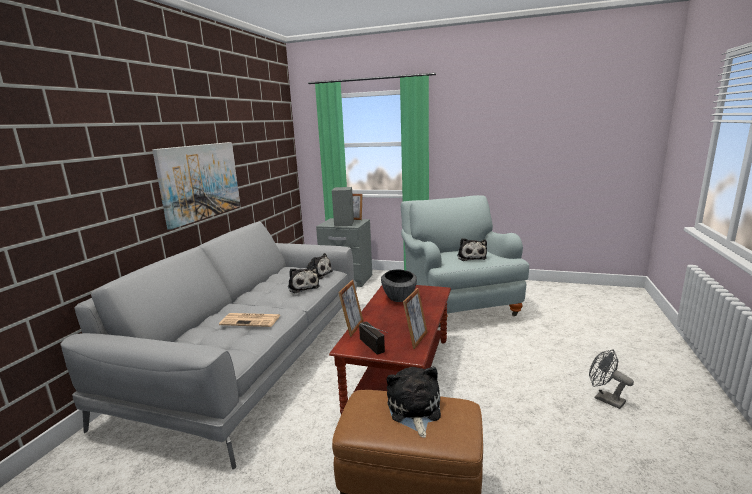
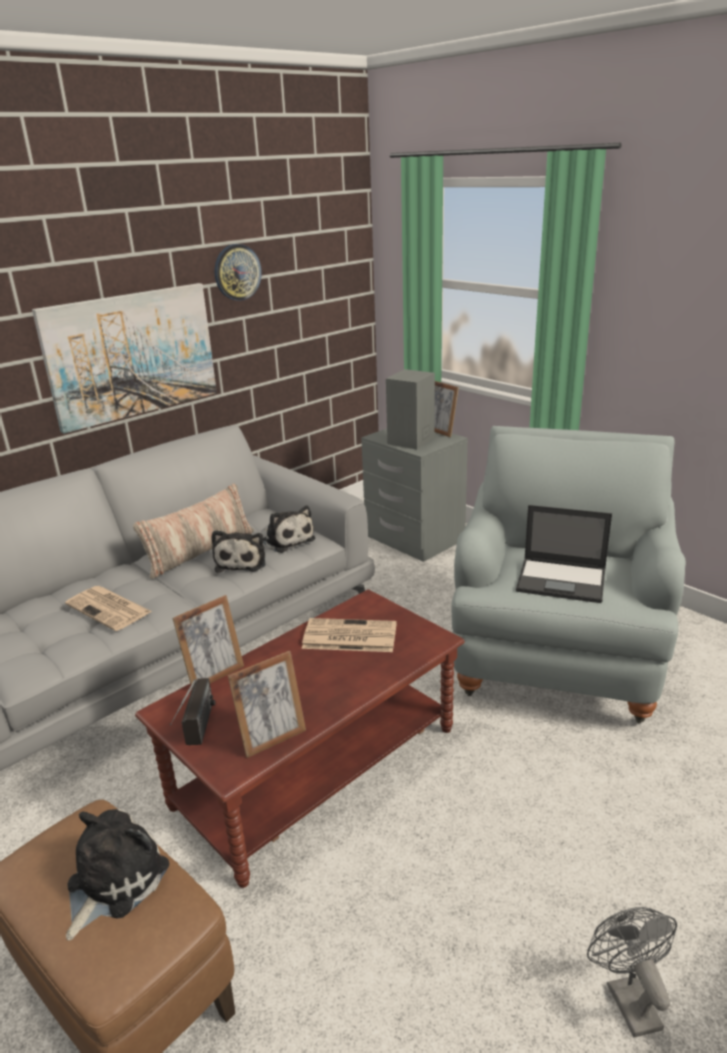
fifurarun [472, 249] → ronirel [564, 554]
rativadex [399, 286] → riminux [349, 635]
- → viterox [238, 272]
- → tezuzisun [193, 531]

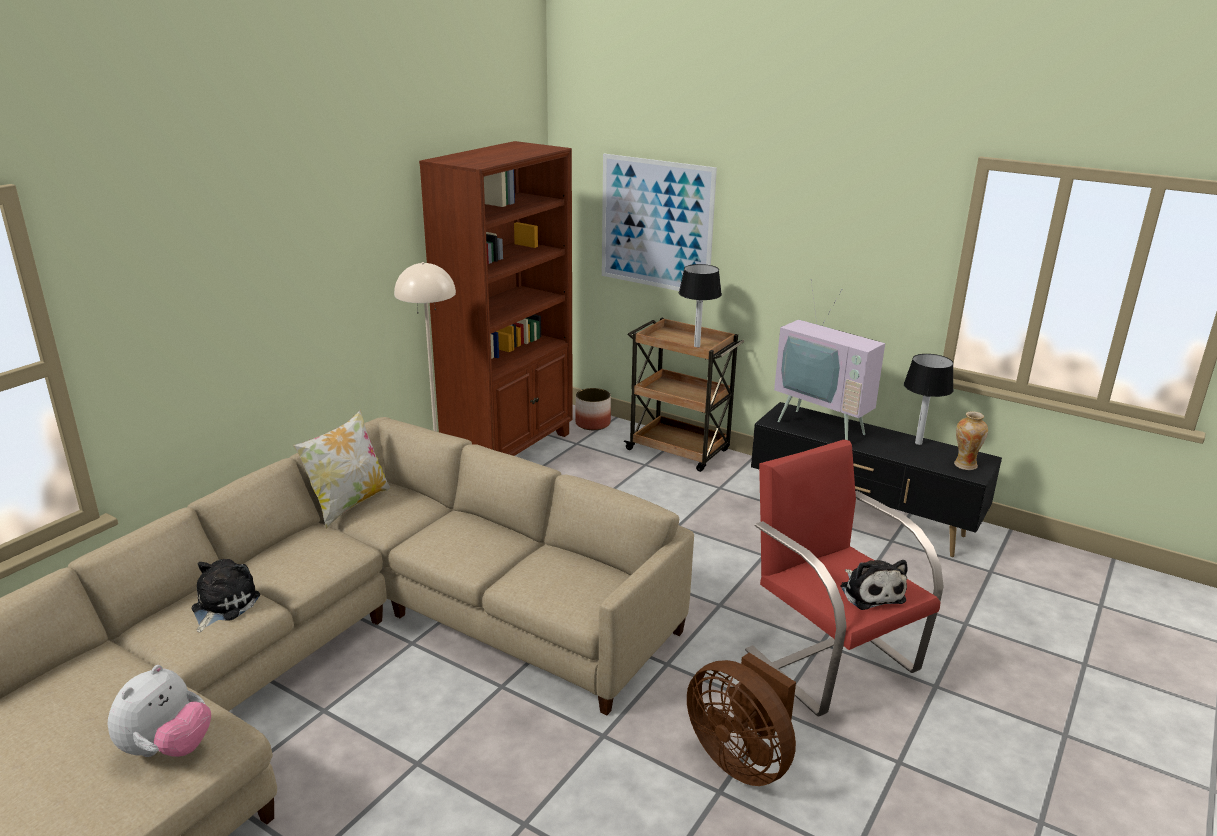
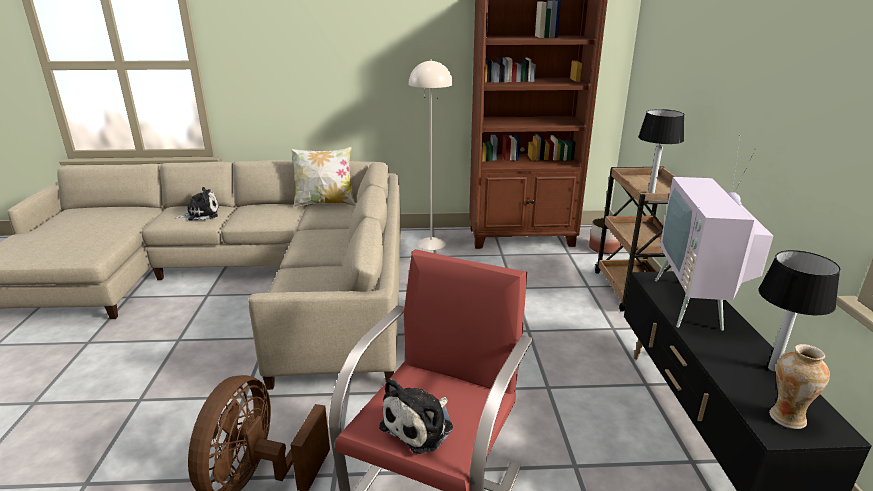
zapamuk [659, 222] → -
fifurarun [159, 711] → -

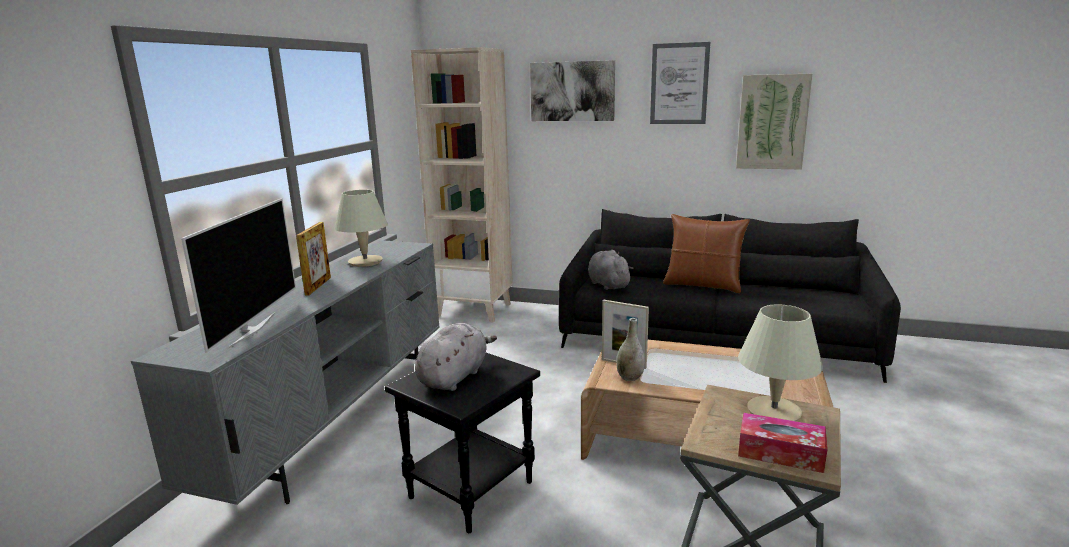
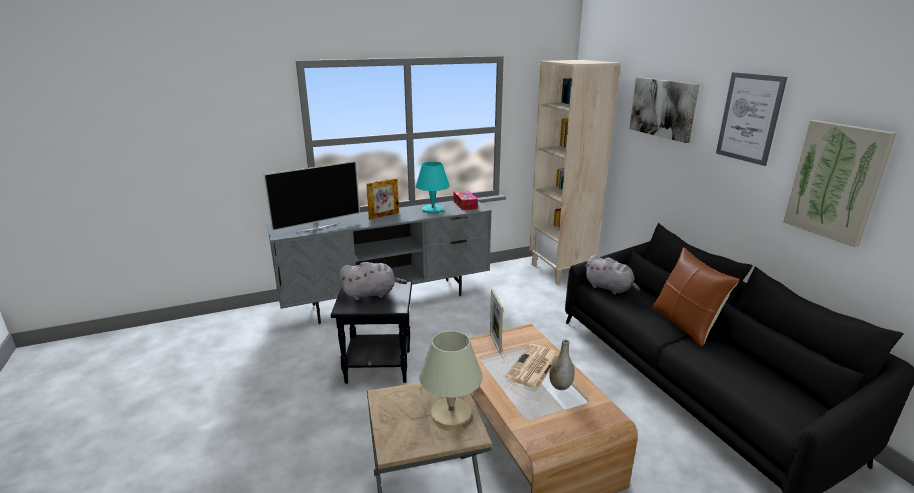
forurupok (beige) [361, 228] → forurupok (turquoise) [433, 187]
fifurarun (grey) [610, 270] → fifurarun (grey) [612, 274], 105 degrees clockwise
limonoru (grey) [630, 349] → limonoru (grey) [561, 364], relocated
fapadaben [783, 443] → fapadaben [466, 200], relocated
- → riminux [532, 366]

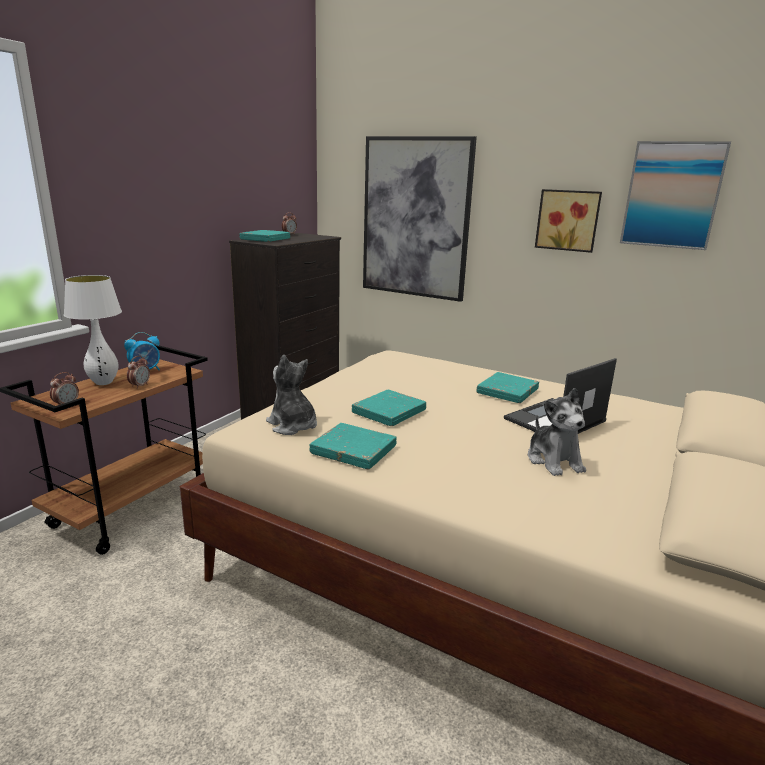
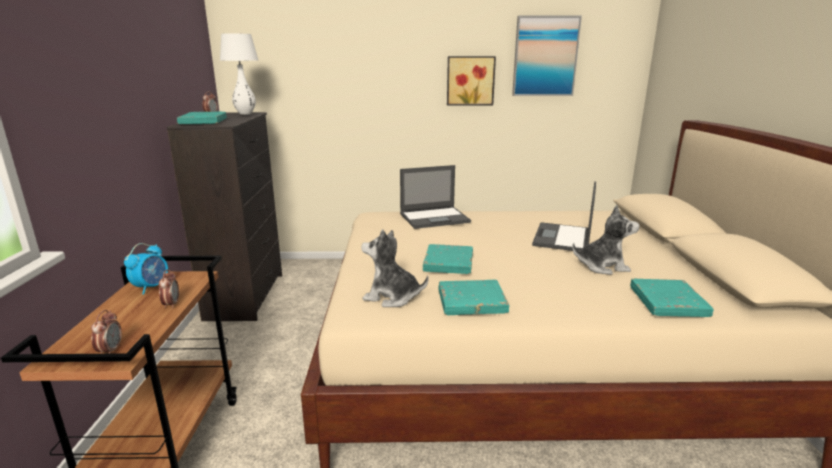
zapamuk [420, 219] → -
forurupok (white) [93, 330] → forurupok (white) [239, 74], relocated
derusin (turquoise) [507, 387] → derusin (turquoise) [672, 298], relocated
fifurarun [556, 432] → fifurarun [605, 240], 45 degrees counterclockwise
- → ronirel [435, 197]

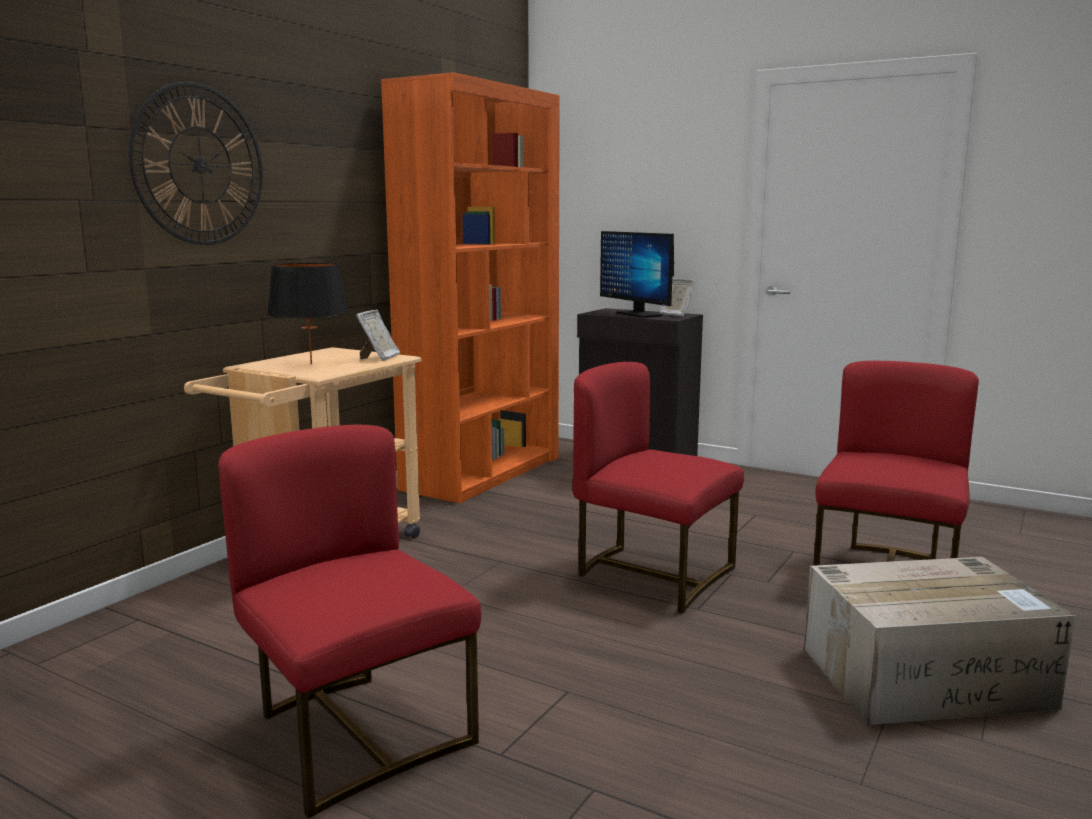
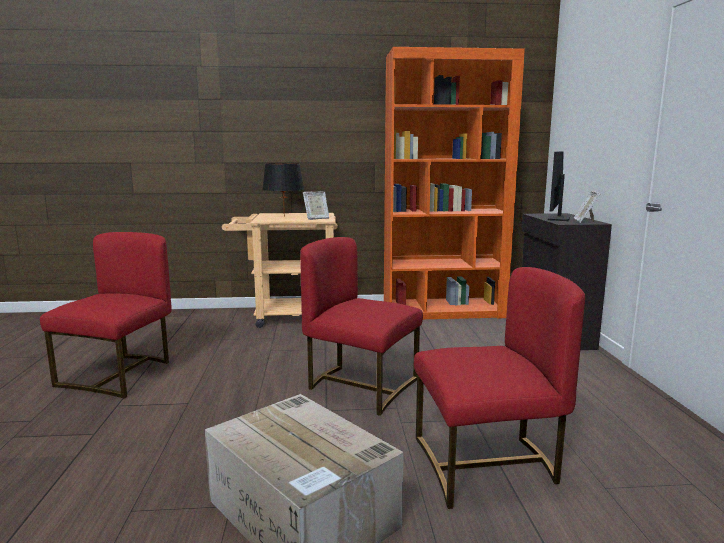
viterox [195, 163] → -
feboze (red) [658, 488] → feboze (red) [361, 326], 60 degrees counterclockwise

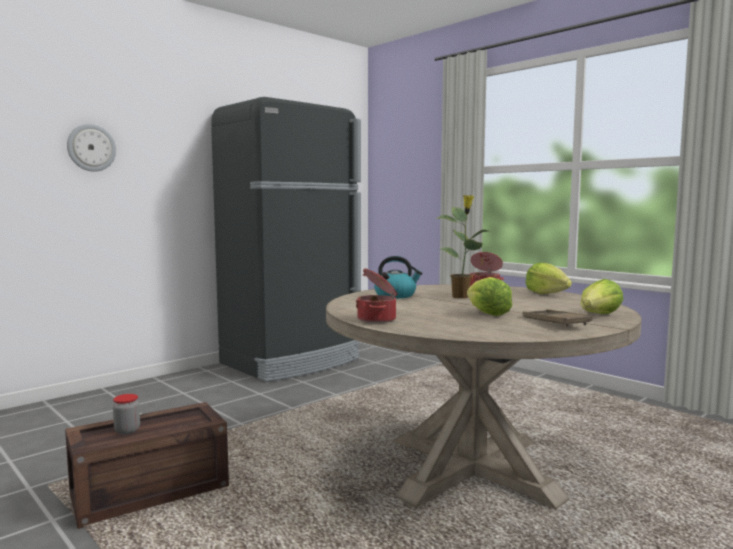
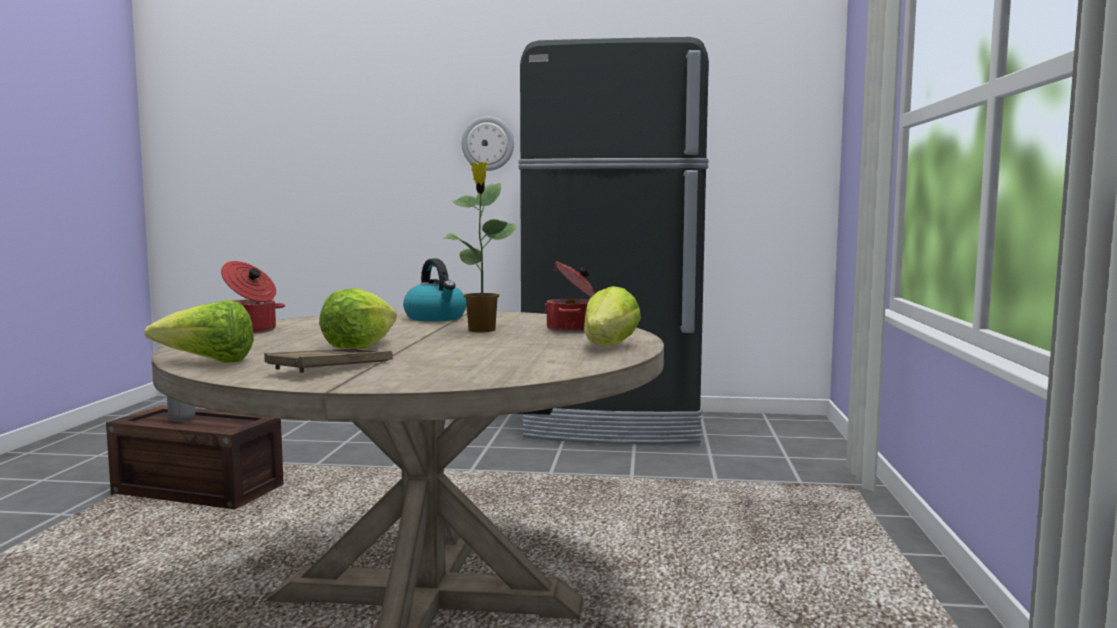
viterox [91, 148] → viterox [488, 143], relocated
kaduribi [602, 296] → kaduribi [199, 331], relocated

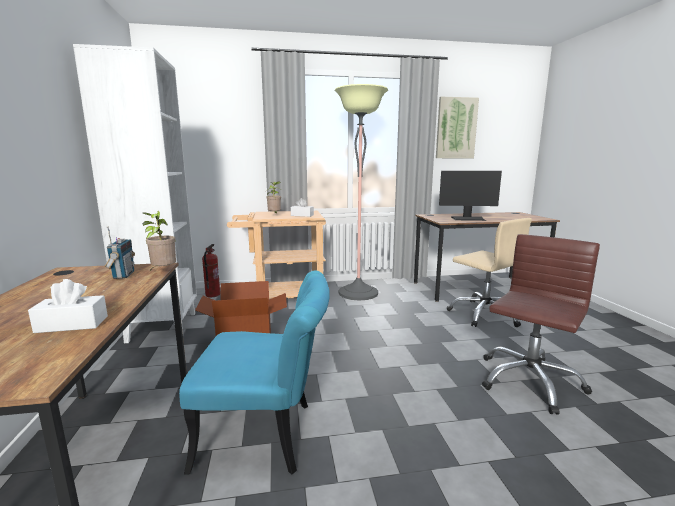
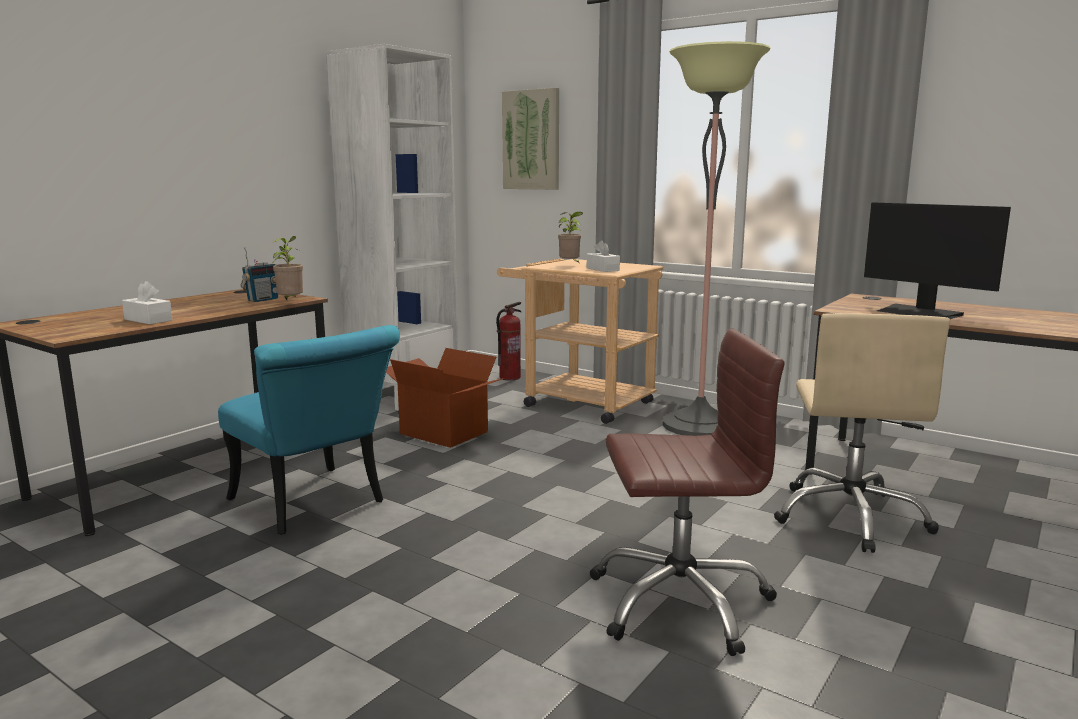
zapamuk [457, 127] → zapamuk [530, 139], relocated

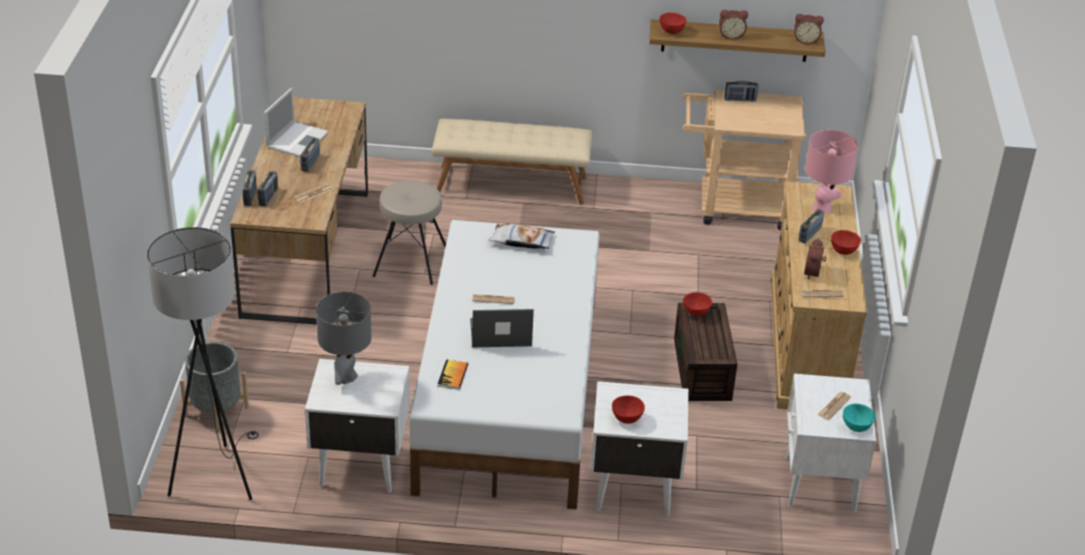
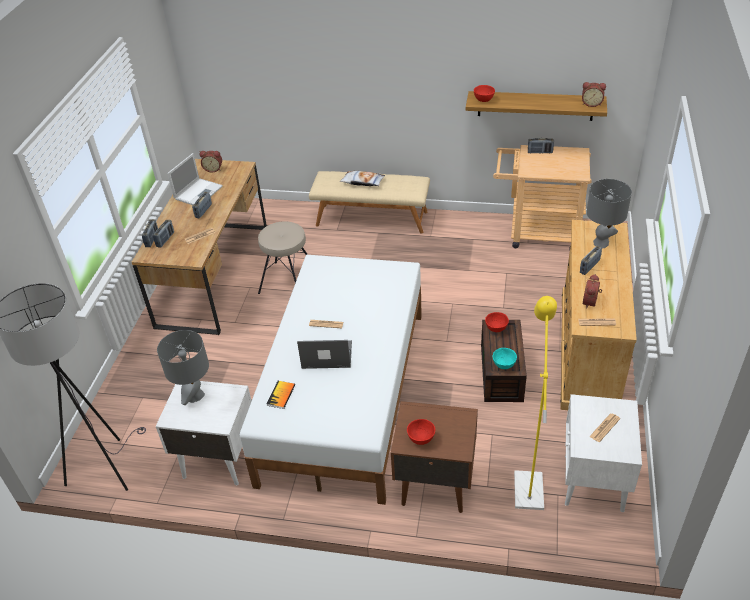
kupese [733, 25] → kupese [211, 161], relocated
forurupok (pink) [831, 172] → forurupok (grey) [609, 213]
tezuzisun [521, 236] → tezuzisun [362, 178], relocated
rativadex (red) [846, 242] → -
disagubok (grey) [214, 387] → -
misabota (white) [639, 448] → misabota (brown) [434, 457]
rativadex (turquoise) [859, 417] → rativadex (turquoise) [505, 358], relocated
- → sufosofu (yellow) [535, 403]

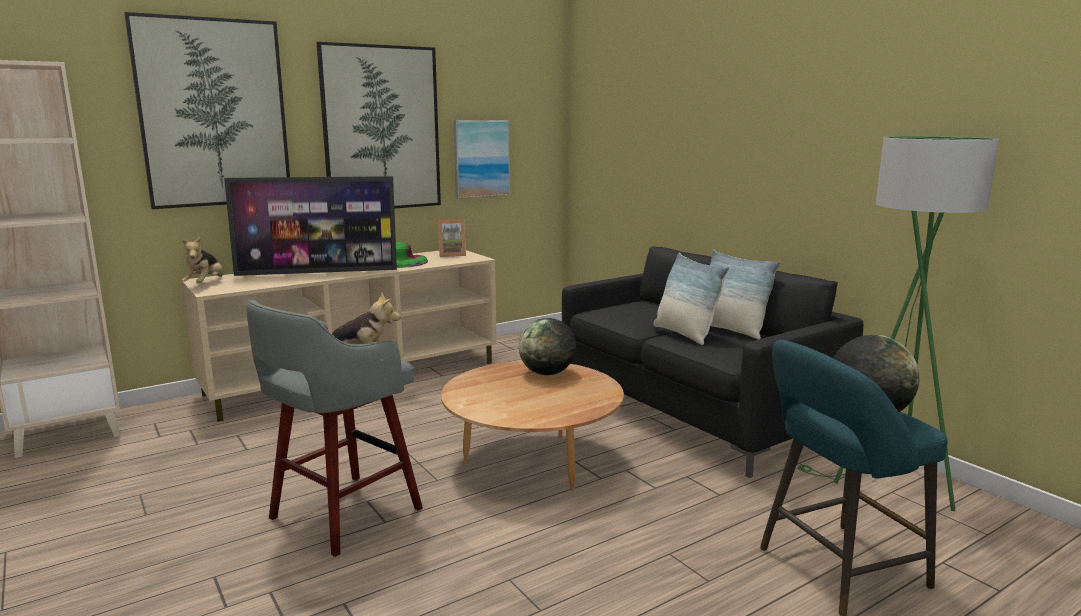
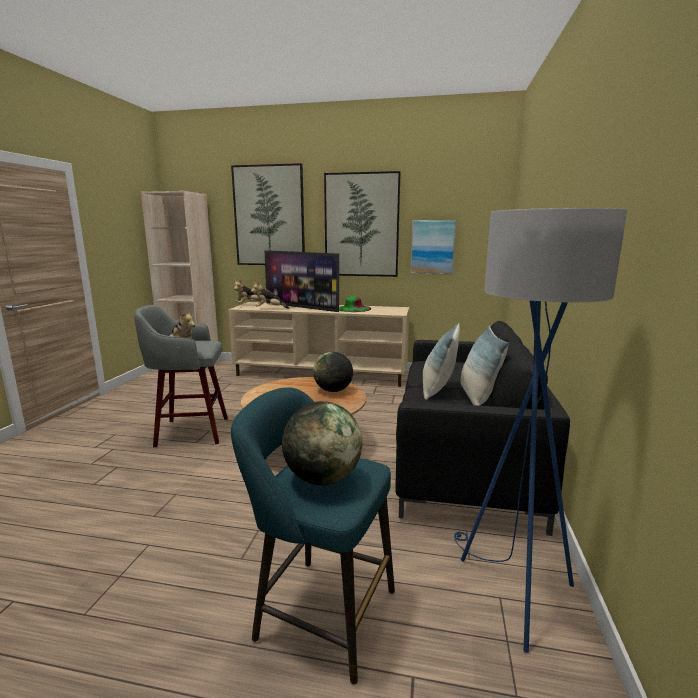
sufosofu (green) [898, 323] → sufosofu (blue) [540, 430]
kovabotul [452, 238] → -
- → fifurarun [270, 295]

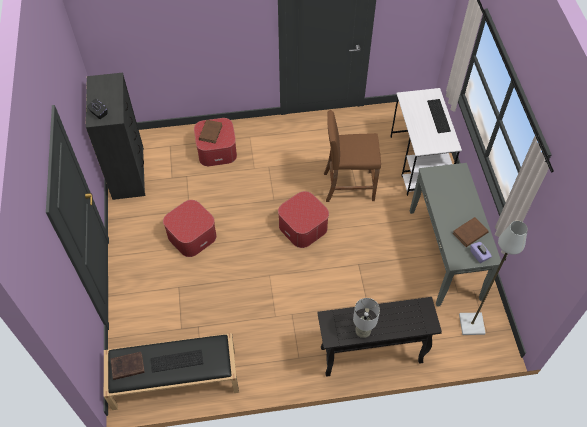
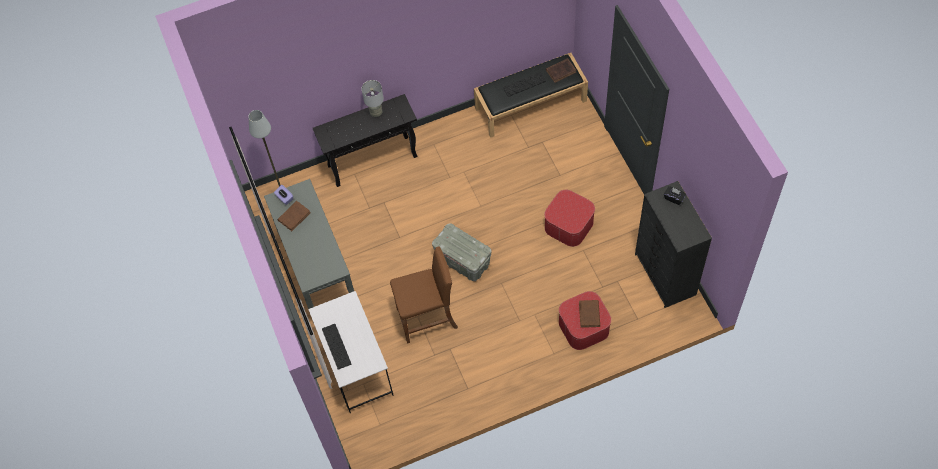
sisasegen [303, 219] → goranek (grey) [462, 252]

